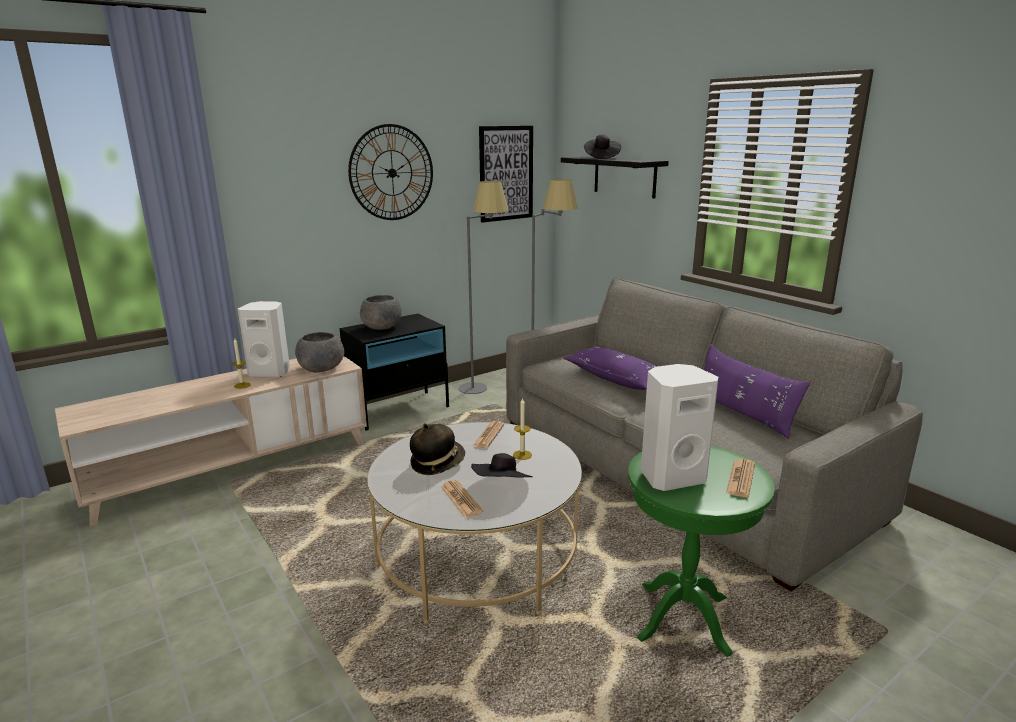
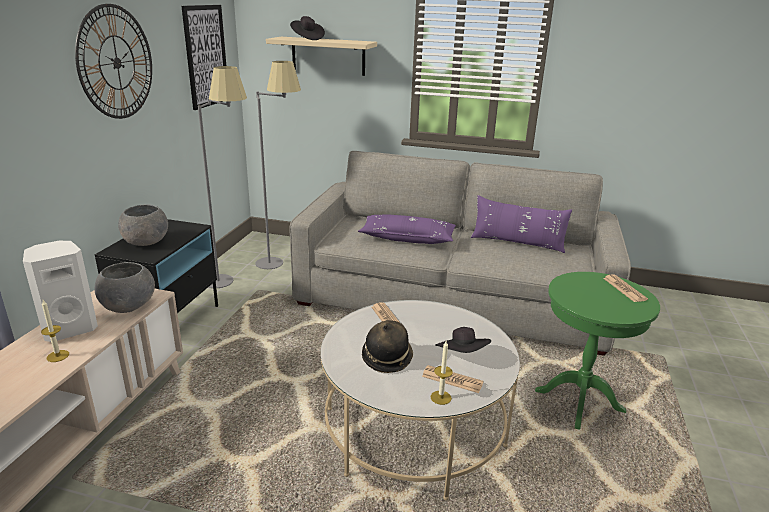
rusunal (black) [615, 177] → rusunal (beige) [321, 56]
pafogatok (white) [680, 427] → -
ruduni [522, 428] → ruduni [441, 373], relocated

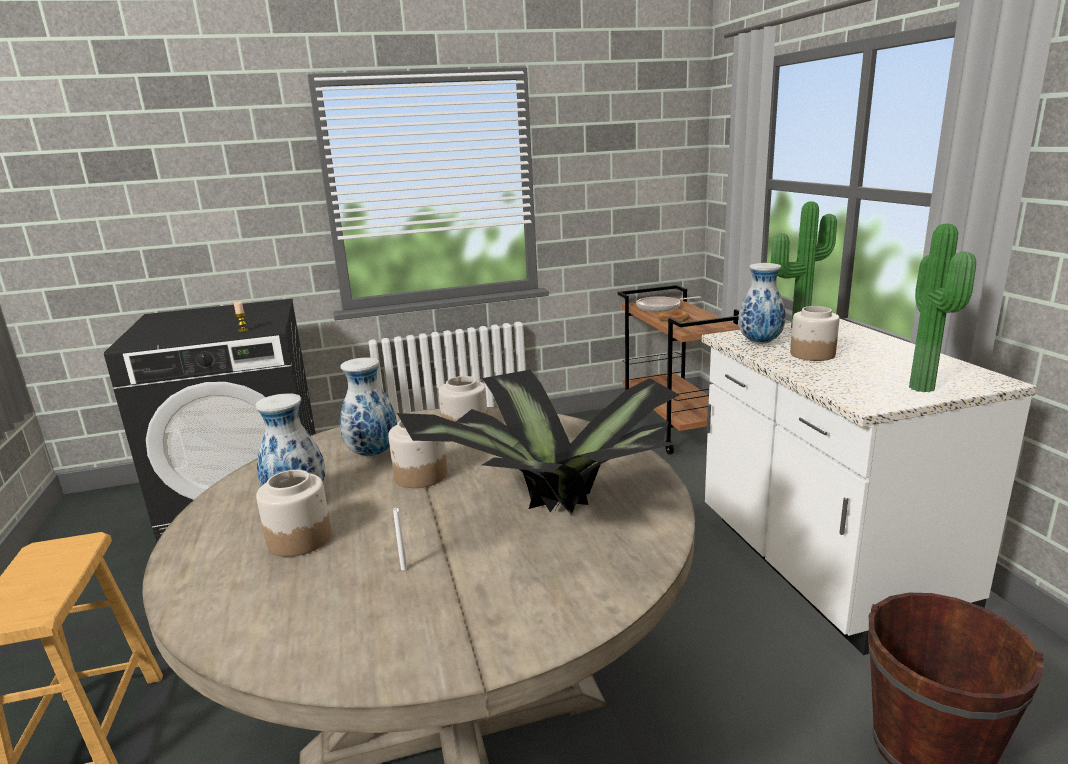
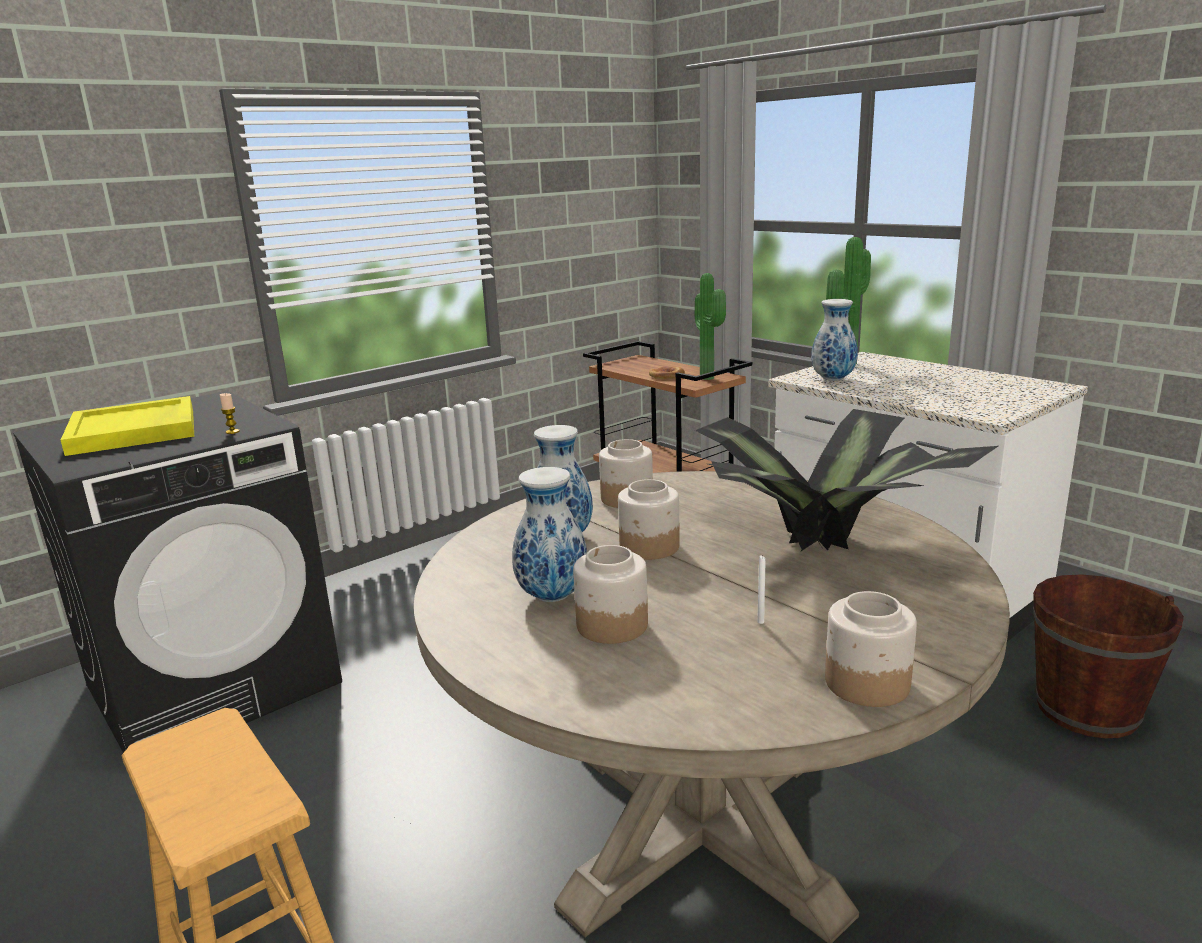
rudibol [942, 308] → rudibol [710, 326], relocated
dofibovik [668, 304] → -
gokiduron [815, 333] → gokiduron [871, 649], relocated
- → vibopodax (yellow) [127, 426]

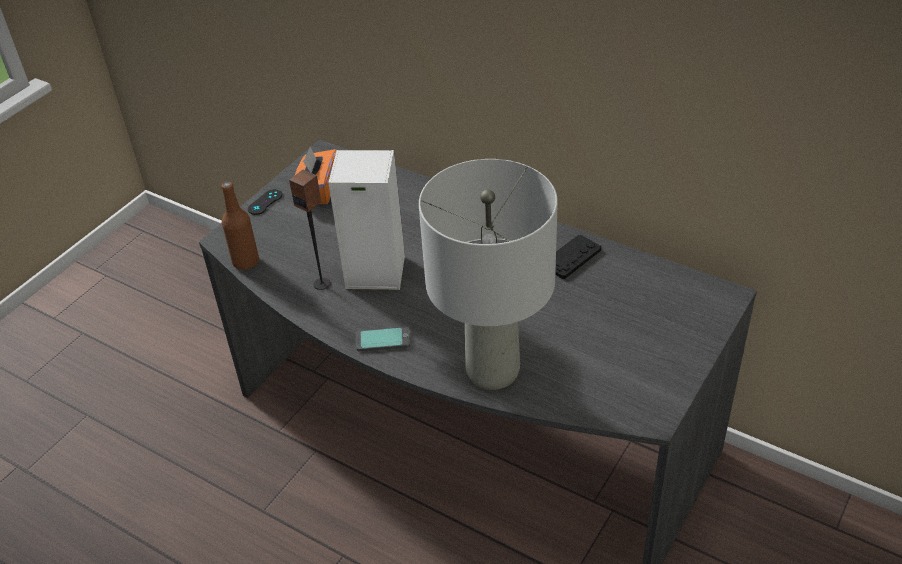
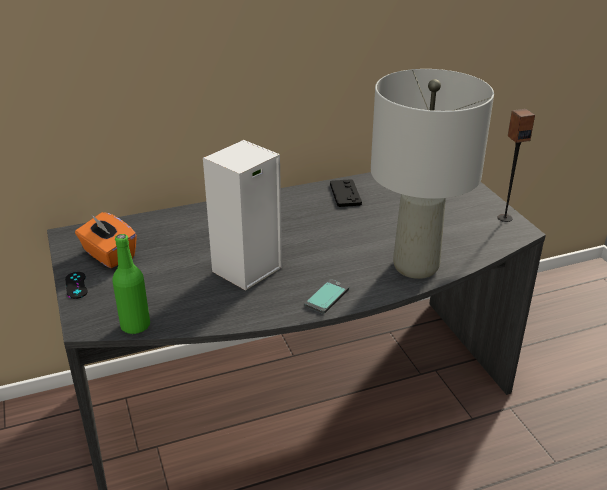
pafogatok [310, 230] → pafogatok [516, 165], relocated
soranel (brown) [240, 226] → soranel (green) [131, 284]

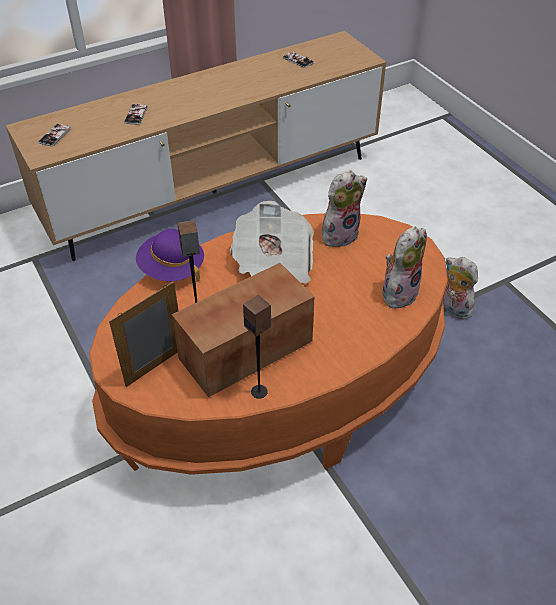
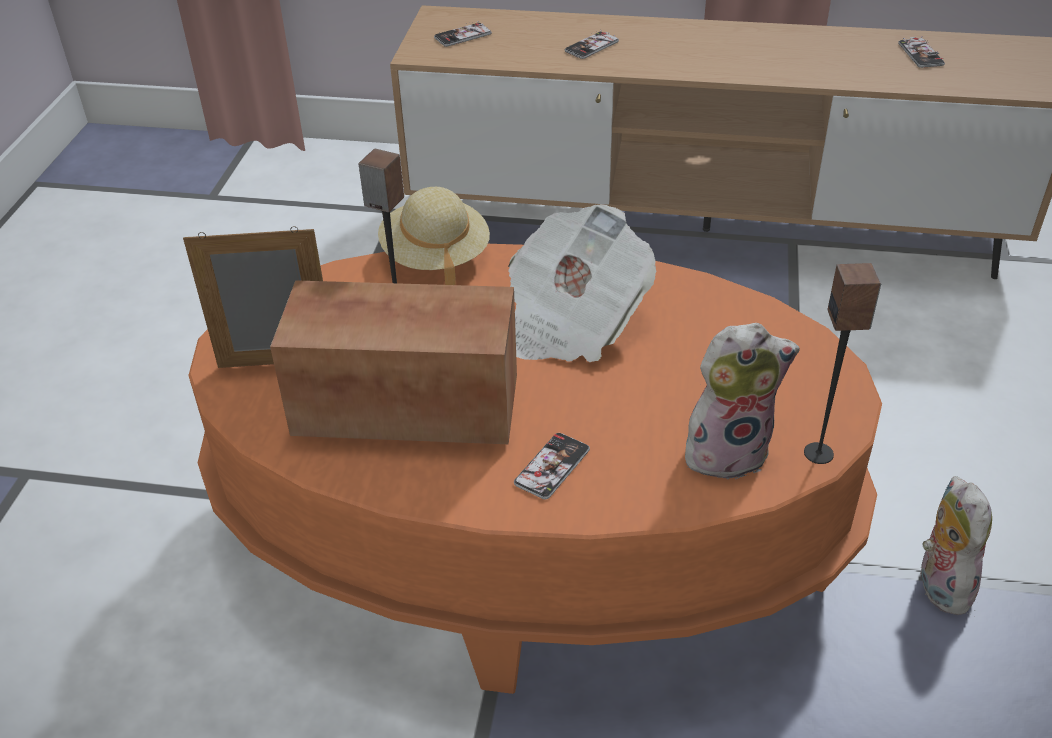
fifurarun [344, 208] → -
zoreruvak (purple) [170, 255] → zoreruvak (beige) [434, 236]
pafogatok [257, 347] → pafogatok [842, 363], relocated
- → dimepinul [552, 466]

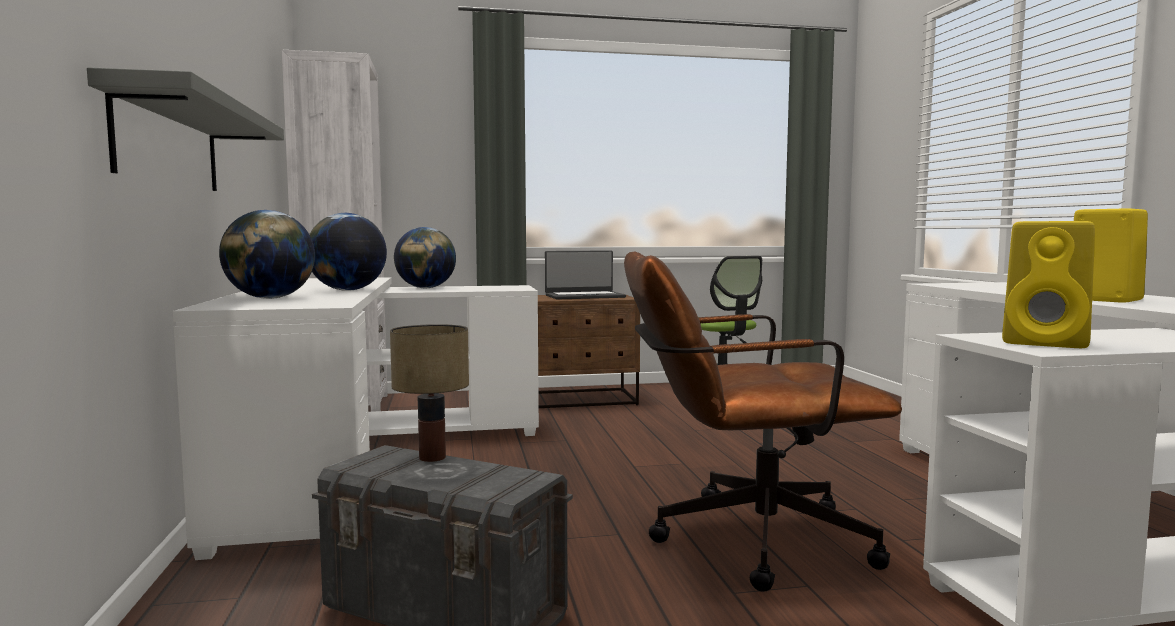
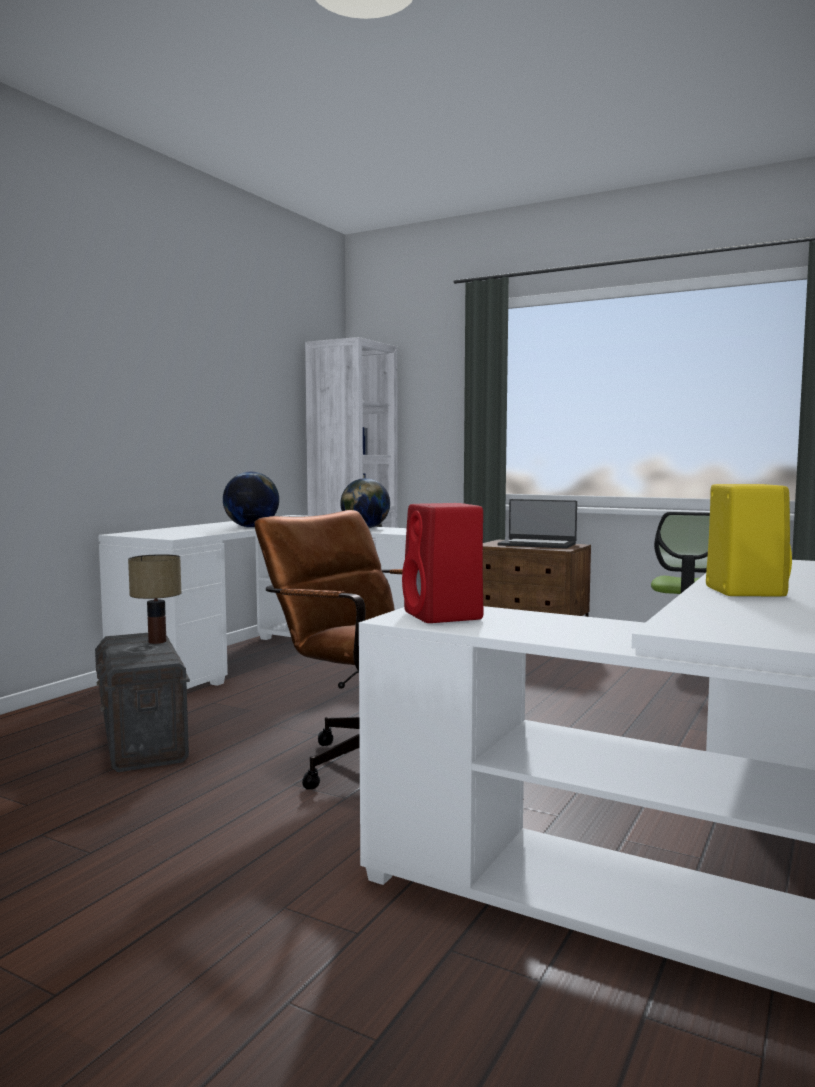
rusunal (grey) [185, 129] → -
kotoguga [267, 254] → -
pafogatok (yellow) [1048, 284] → pafogatok (red) [442, 563]

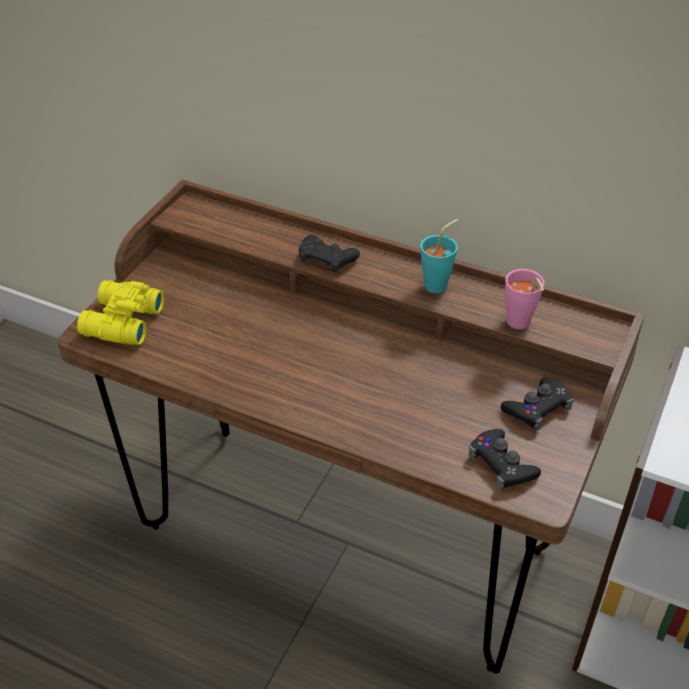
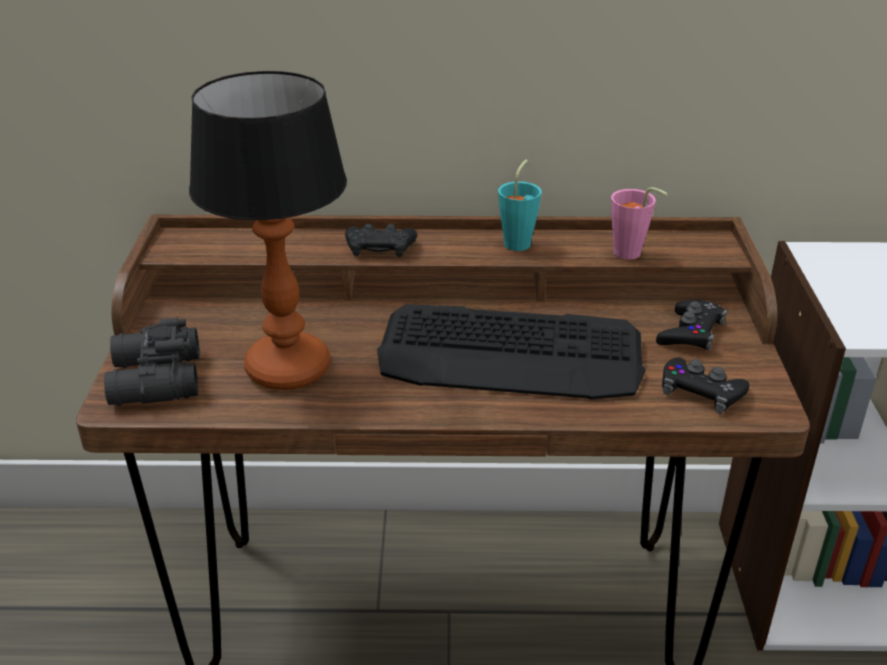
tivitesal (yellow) [120, 312] → tivitesal (black) [152, 362]
- → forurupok [268, 230]
- → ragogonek [511, 352]

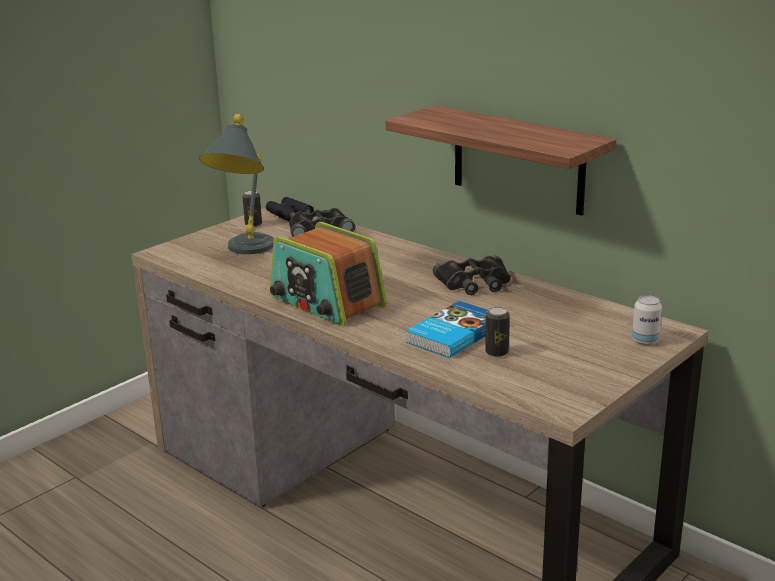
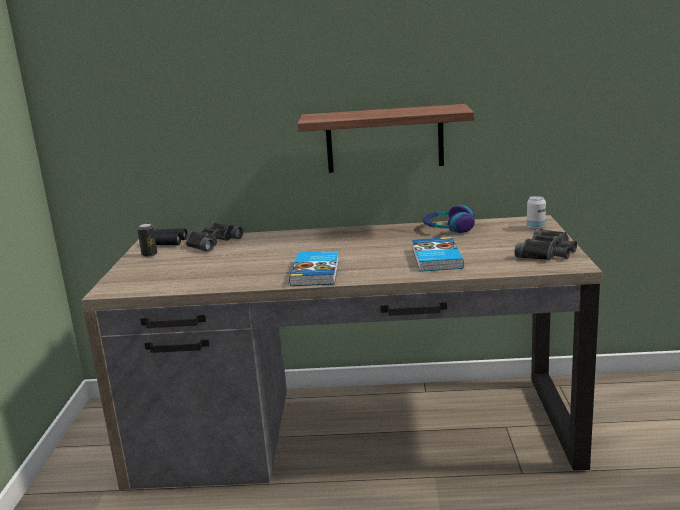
forurupok (grey) [236, 184] → -
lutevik [328, 274] → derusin [314, 268]
tivitesal (black) [472, 275] → tivitesal (black) [546, 244], relocated
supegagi [497, 332] → -
- → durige [449, 219]

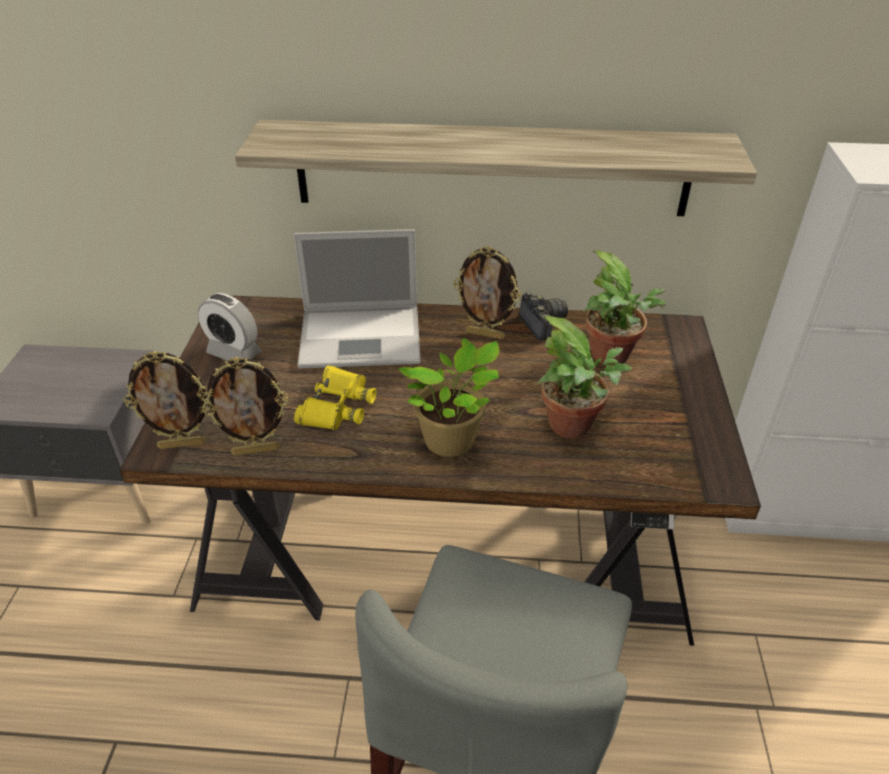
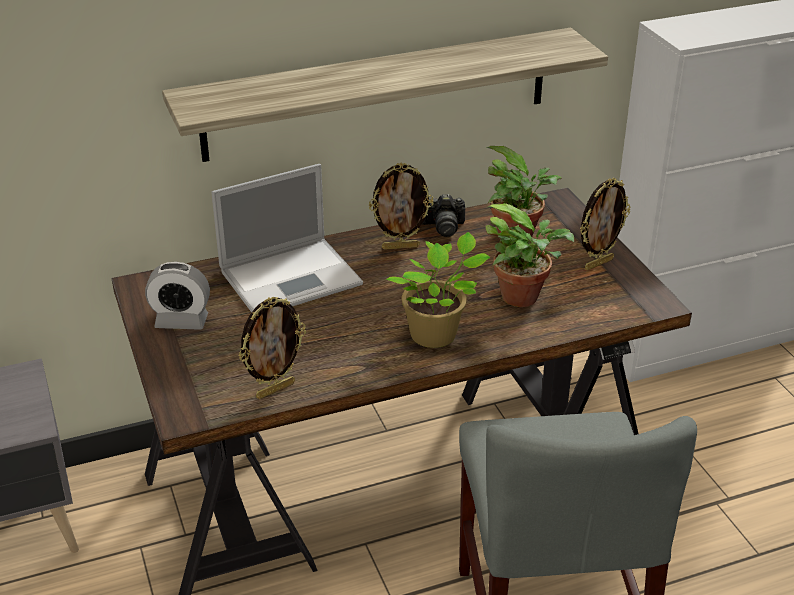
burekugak [543, 316] → burekugak [443, 215], 135 degrees clockwise
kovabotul [166, 400] → kovabotul [605, 224], relocated
tivitesal (yellow) [335, 398] → -

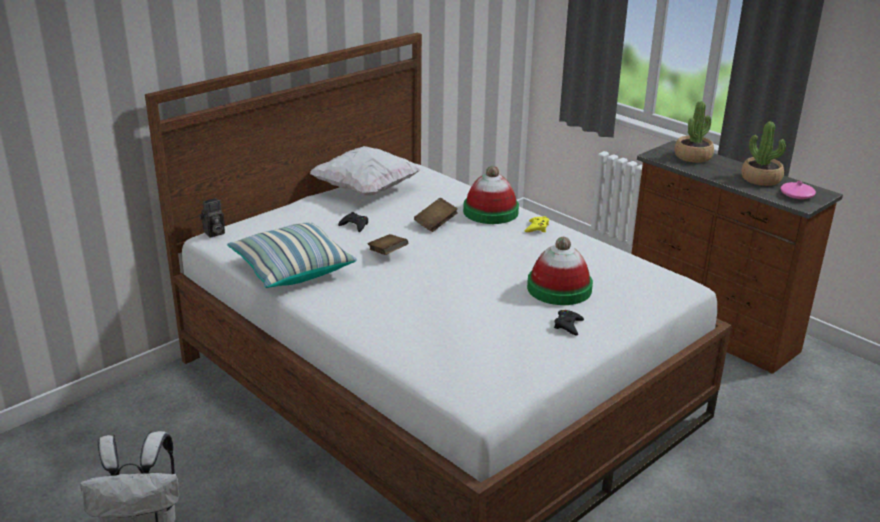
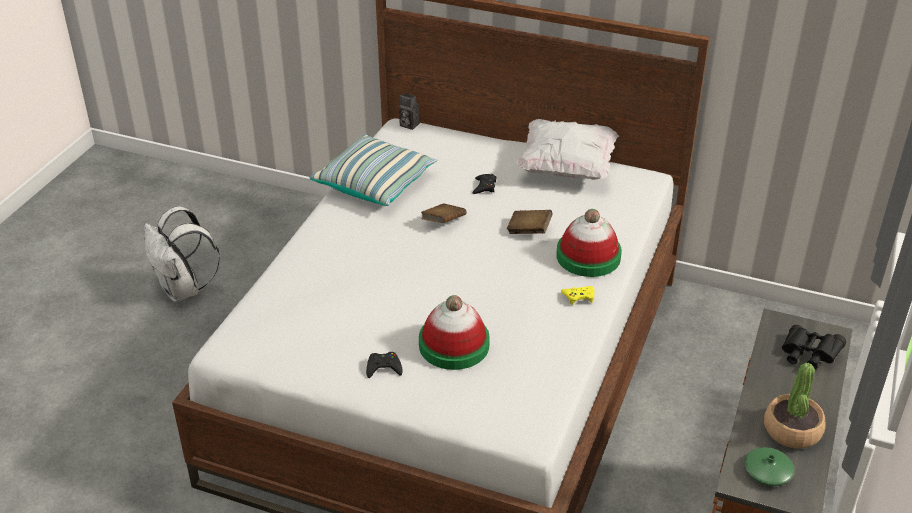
rudibol [694, 132] → tivitesal (black) [814, 347]
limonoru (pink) [798, 190] → limonoru (green) [769, 466]

